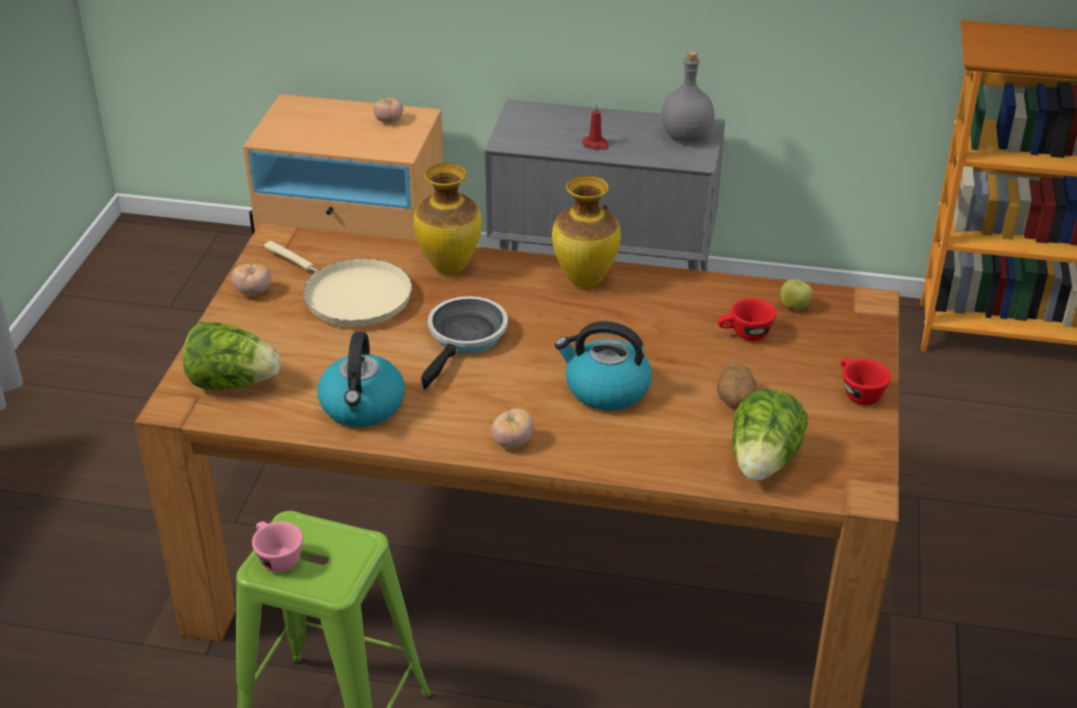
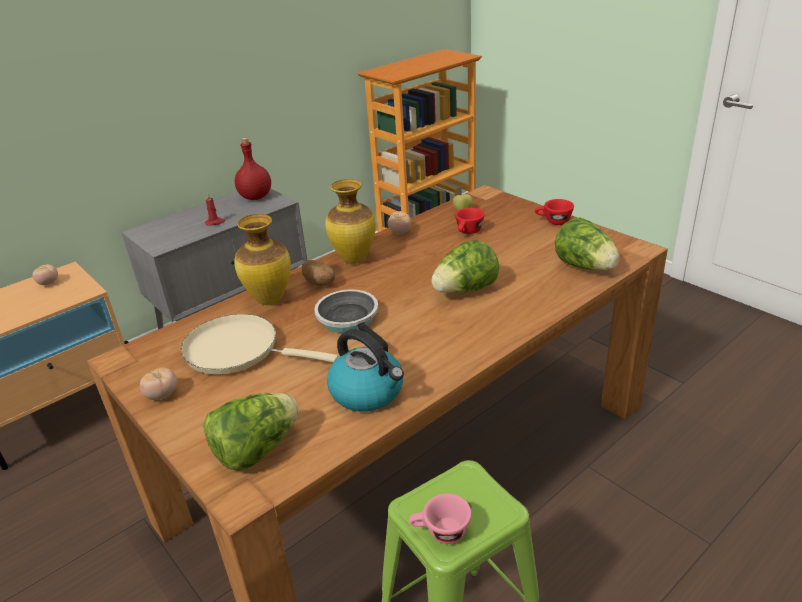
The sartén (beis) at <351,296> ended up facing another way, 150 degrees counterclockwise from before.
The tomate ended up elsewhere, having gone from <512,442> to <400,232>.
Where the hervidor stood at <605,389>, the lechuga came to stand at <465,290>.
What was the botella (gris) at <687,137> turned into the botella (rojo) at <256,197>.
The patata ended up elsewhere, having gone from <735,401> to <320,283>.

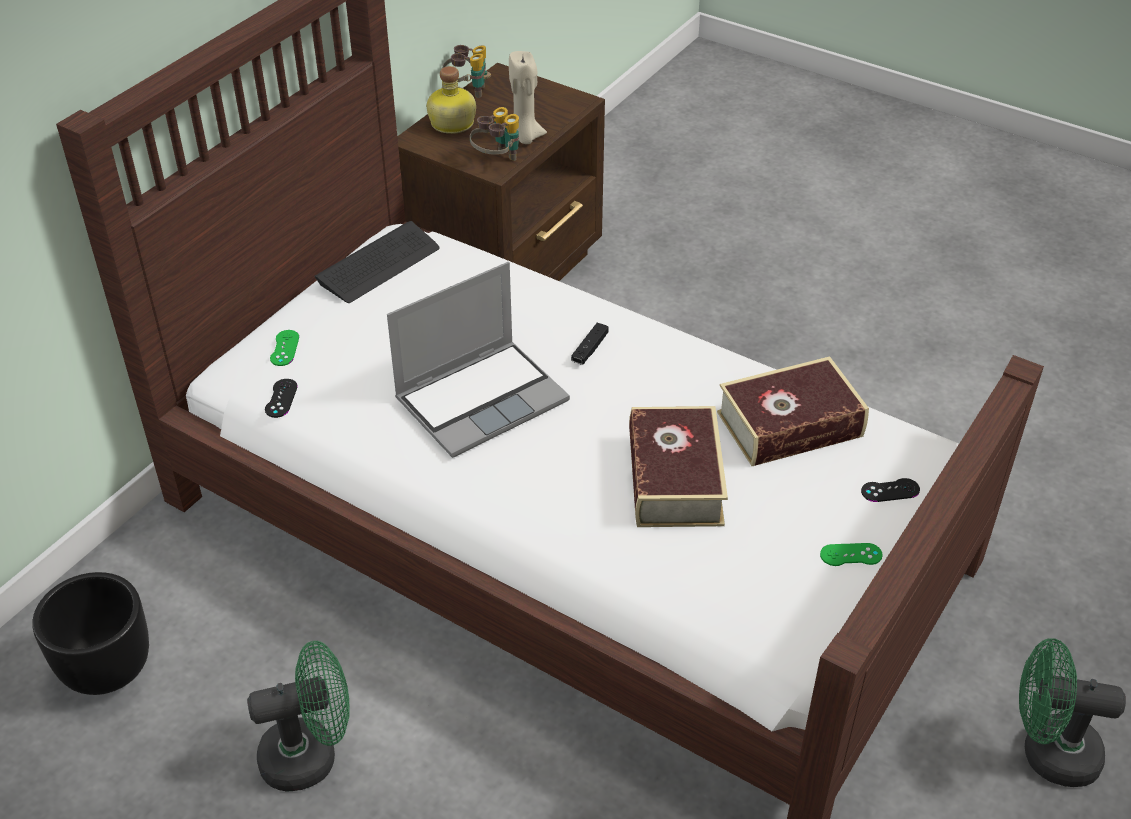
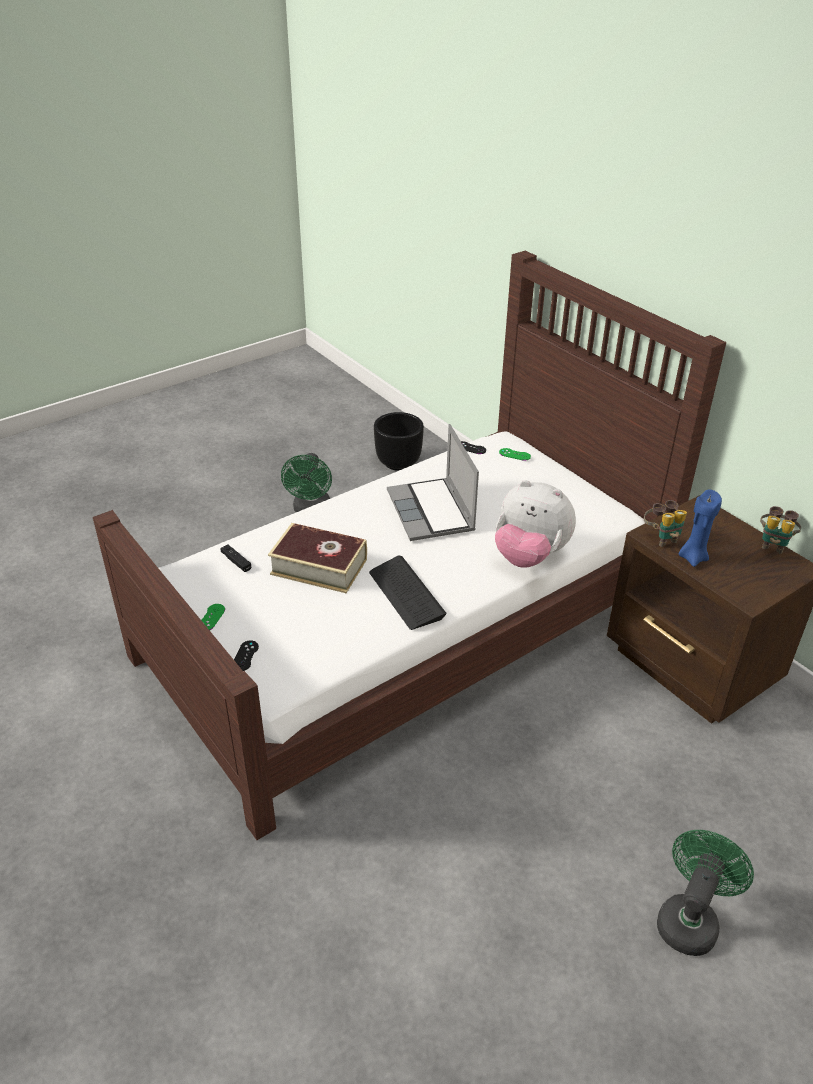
The teclado ended up elsewhere, having gone from <379,265> to <406,594>.
The second view lost the botella at <451,124>.
What was the vela (beis) at <524,137> turned into the vela (azul) at <693,557>.
The mando de consola (negro) ended up elsewhere, having gone from <590,349> to <236,562>.
The second view lost the libro at <789,425>.
The ventilador (verde) ended up elsewhere, having gone from <1047,753> to <690,919>.
The second view gained the peluche at <529,556>.

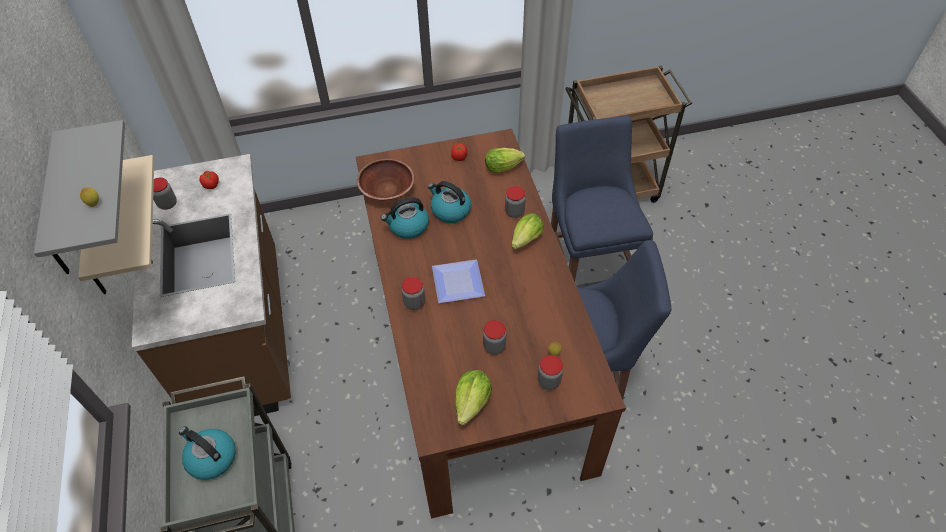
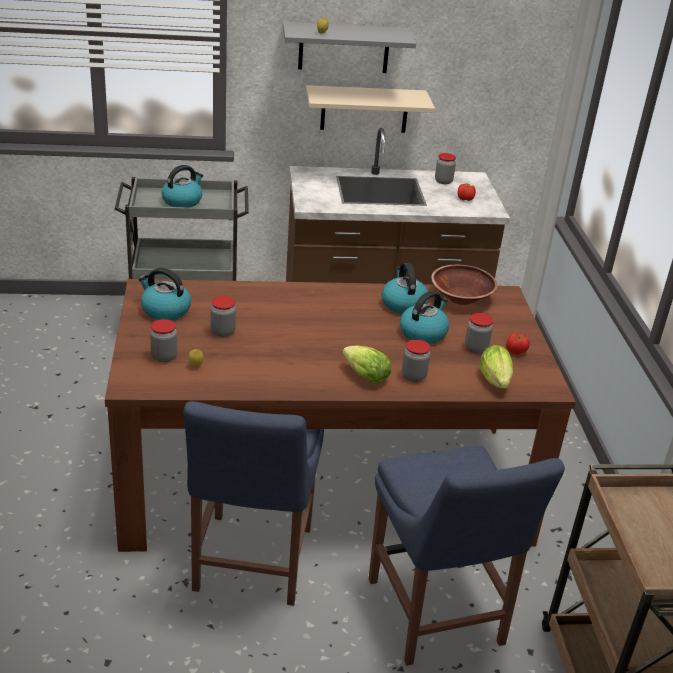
The tarro ended up elsewhere, having gone from <414,303> to <476,348>.
The second view lost the plato at <459,281>.
Where the lechuga stood at <472,403>, the hervidor came to stand at <165,310>.
The silla (azul) at <588,268> ended up facing another way, 75 degrees clockwise from before.

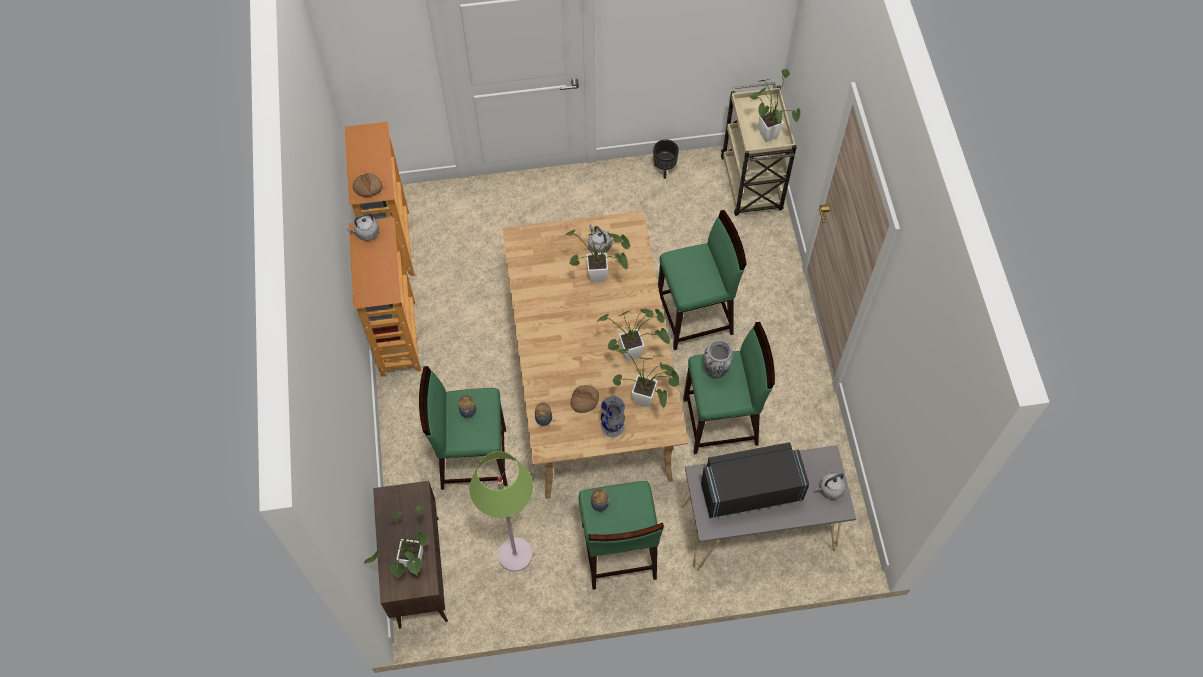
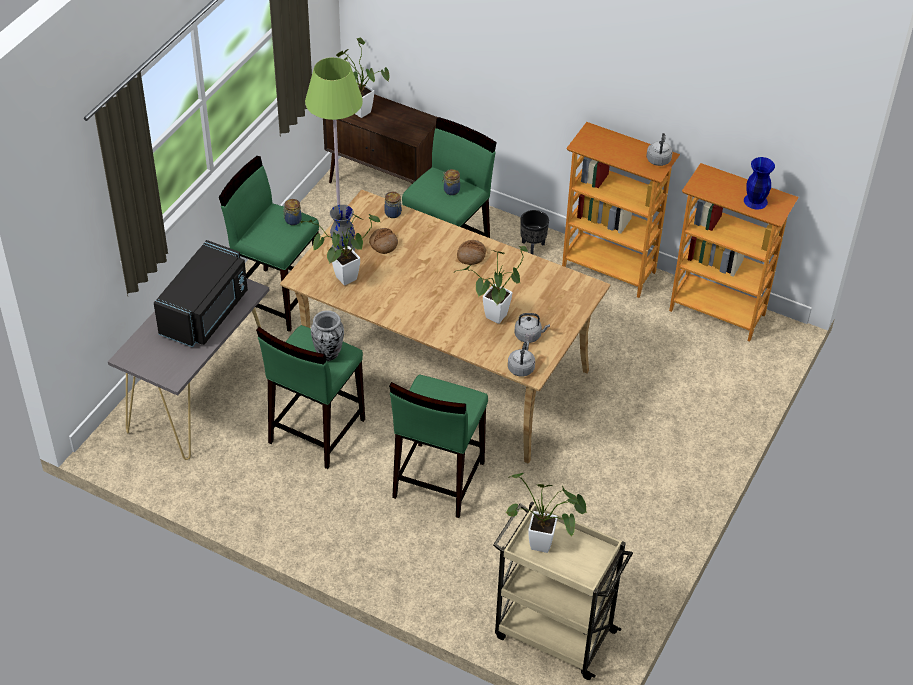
The pan ended up elsewhere, having gone from <368,188> to <471,255>.
The second view lost the planta en maceta at <635,352>.
The maceta (negro) ended up elsewhere, having gone from <665,169> to <532,247>.
The hervidor (gris) ended up elsewhere, having gone from <829,489> to <521,367>.
The second view gained the florero (azul) at <755,201>.

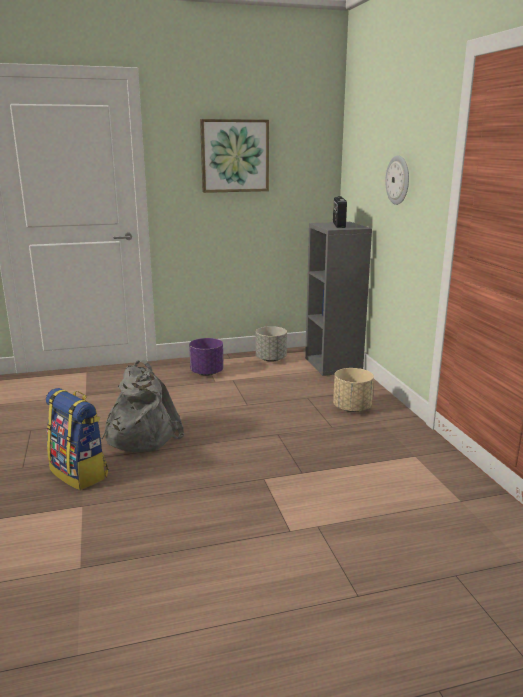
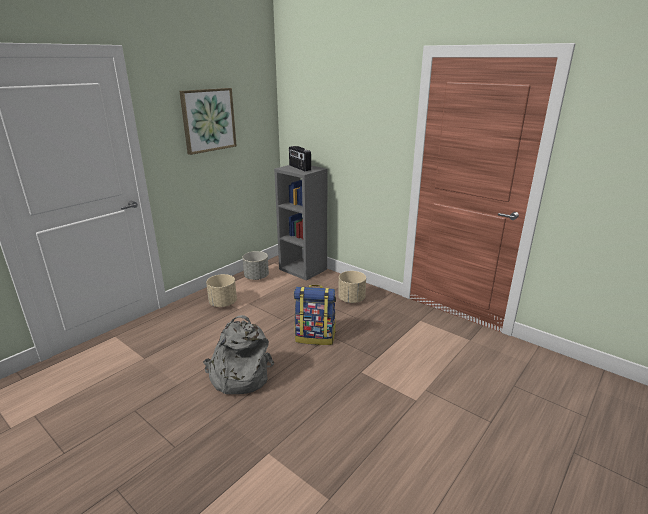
The mochila ended up elsewhere, having gone from <80,473> to <315,337>.
What was the maceta (morado) at <207,372> turned into the maceta (beis) at <223,303>.
The second view lost the reloj de pared at <398,180>.

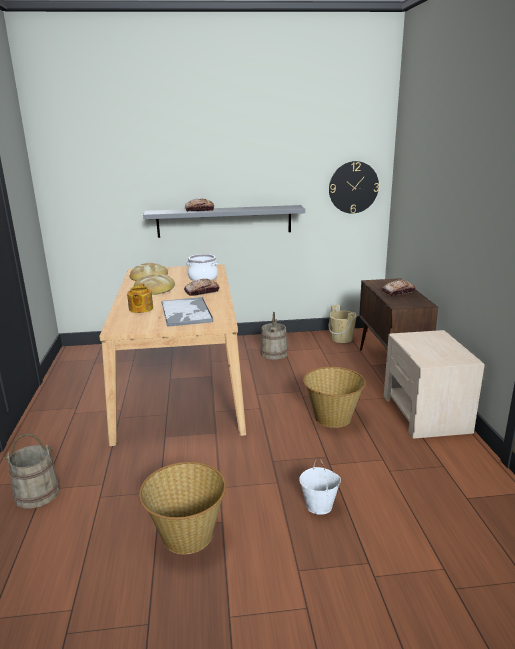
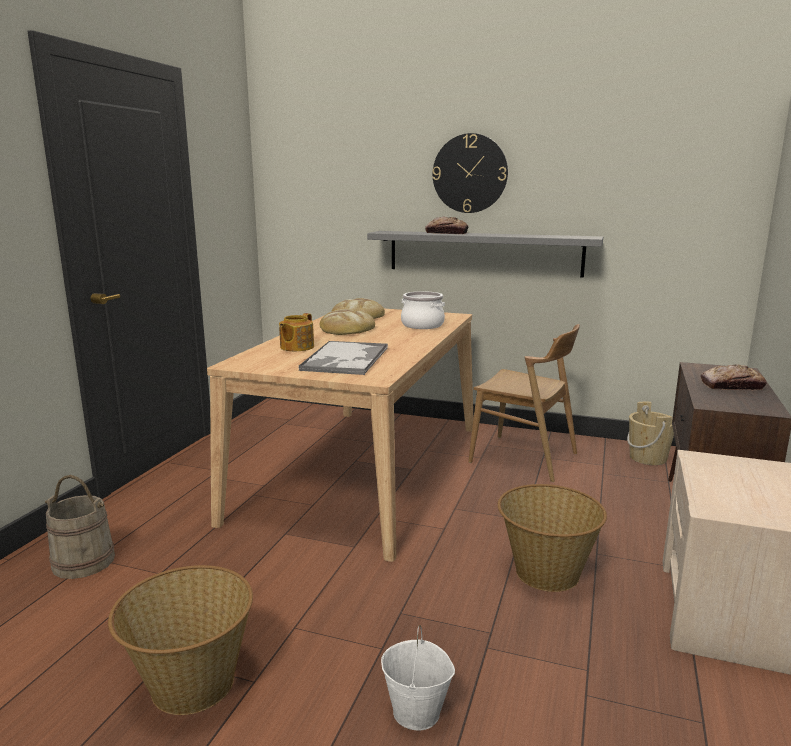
The second view lost the pan at <202,292>.
Where the cubo (beis) stood at <274,353>, the silla (marrón) came to stand at <524,458>.
The reloj de pared ended up elsewhere, having gone from <353,187> to <470,173>.

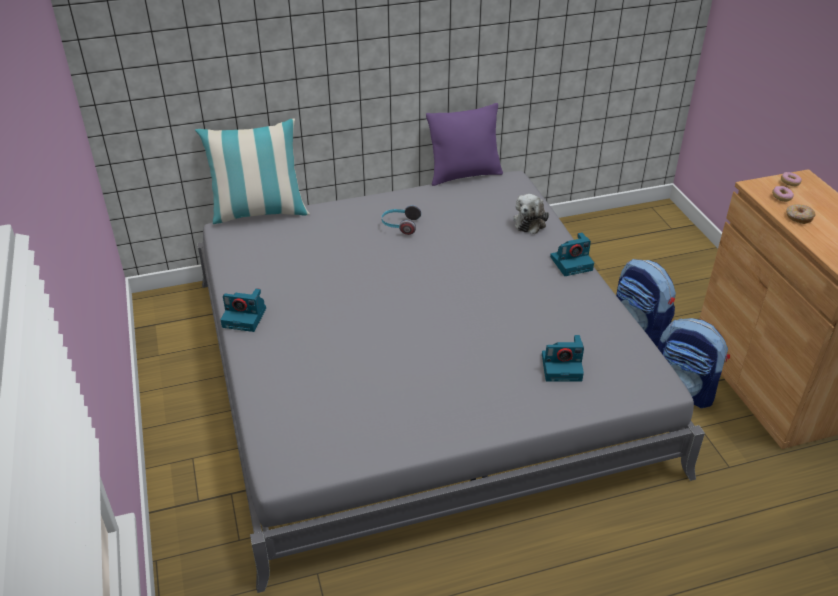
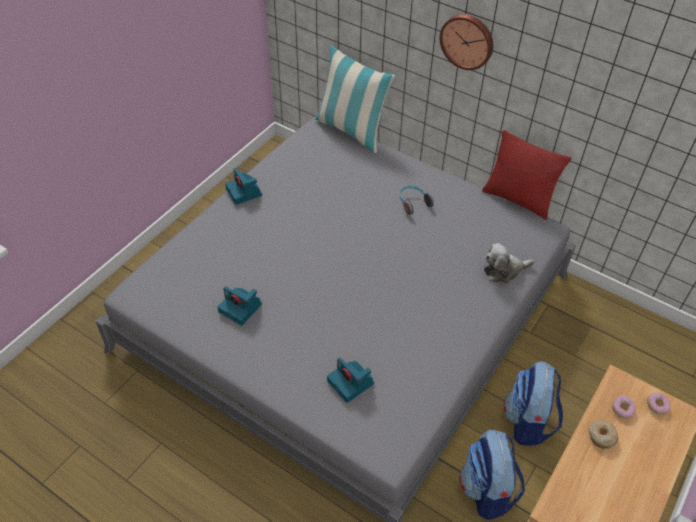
What was the cojín (morado) at <464,175> turned into the cojín (rojo) at <518,199>.
The cámara ended up elsewhere, having gone from <572,263> to <241,308>.
The second view gained the reloj de pared at <467,41>.

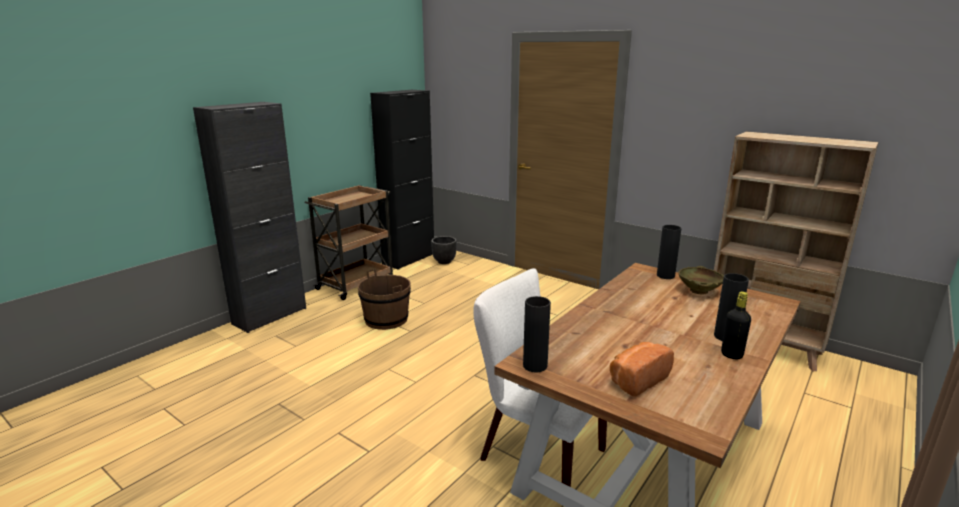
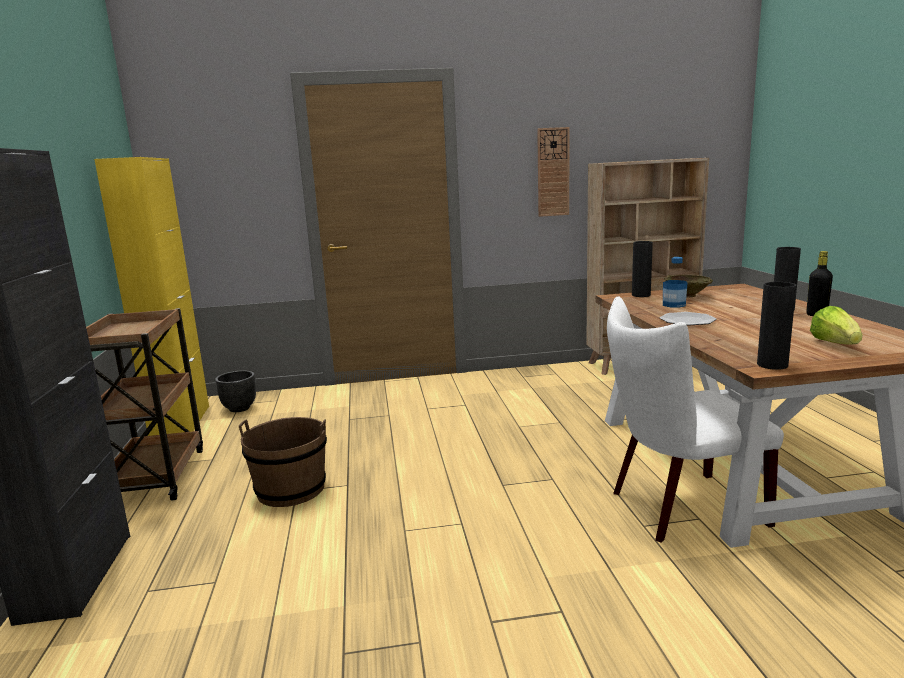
What was the armario (negro) at <408,259> turned into the armario (amarillo) at <181,423>.
Where the pan stood at <636,380>, the lechuga came to stand at <835,344>.
The second view gained the reloj de pared at <553,172>.
The second view gained the plato at <687,320>.
The second view gained the botella at <674,305>.

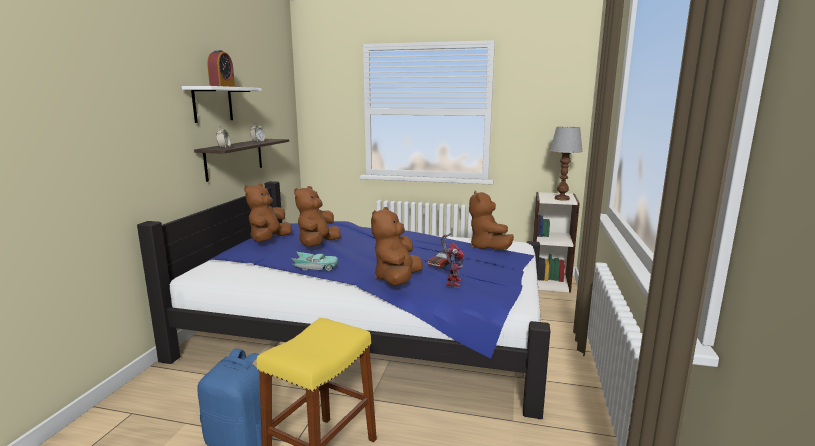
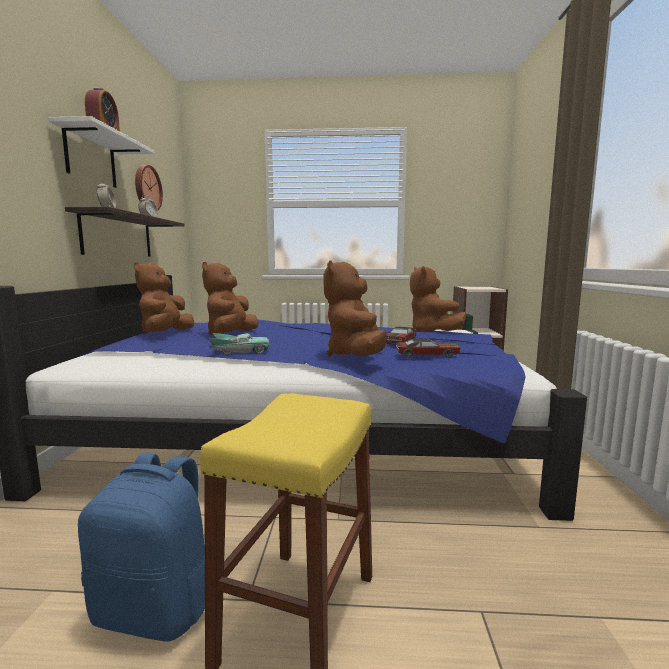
Where the robot de juguete stood at <452,282>, the coche de juguete came to stand at <427,355>.
The second view lost the lámpara de mesa at <561,199>.
The second view gained the reloj de pared at <146,188>.

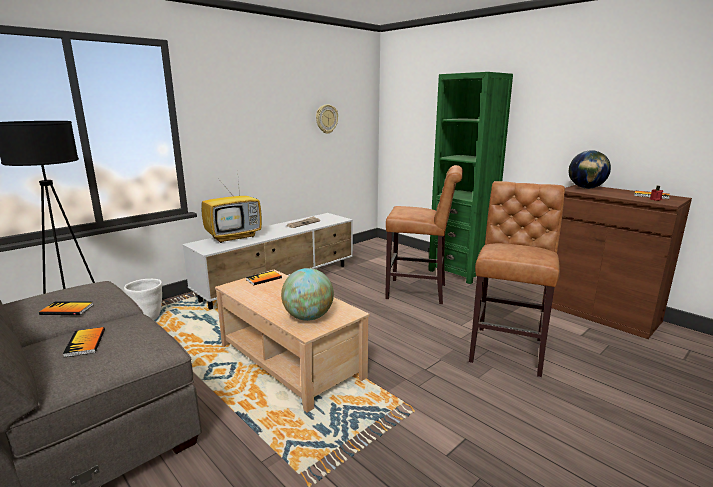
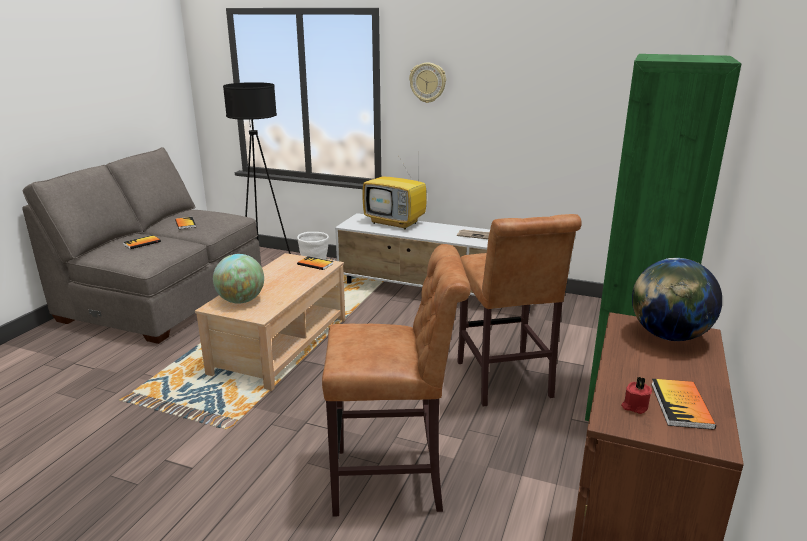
The reloj de pared ended up elsewhere, having gone from <326,119> to <428,82>.

